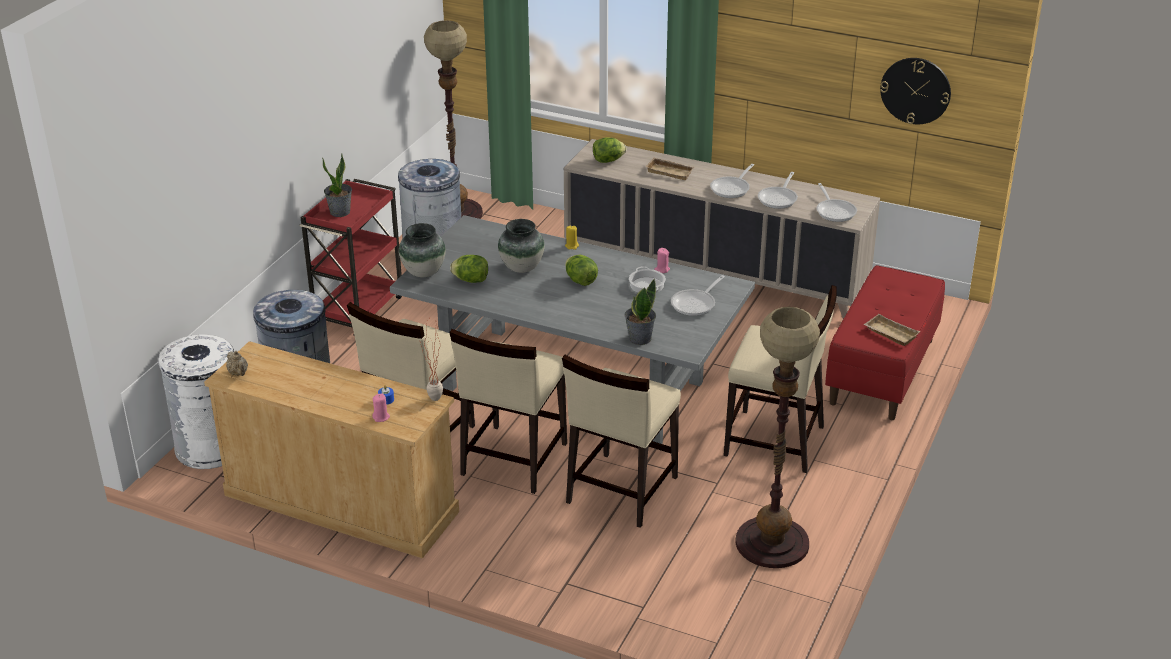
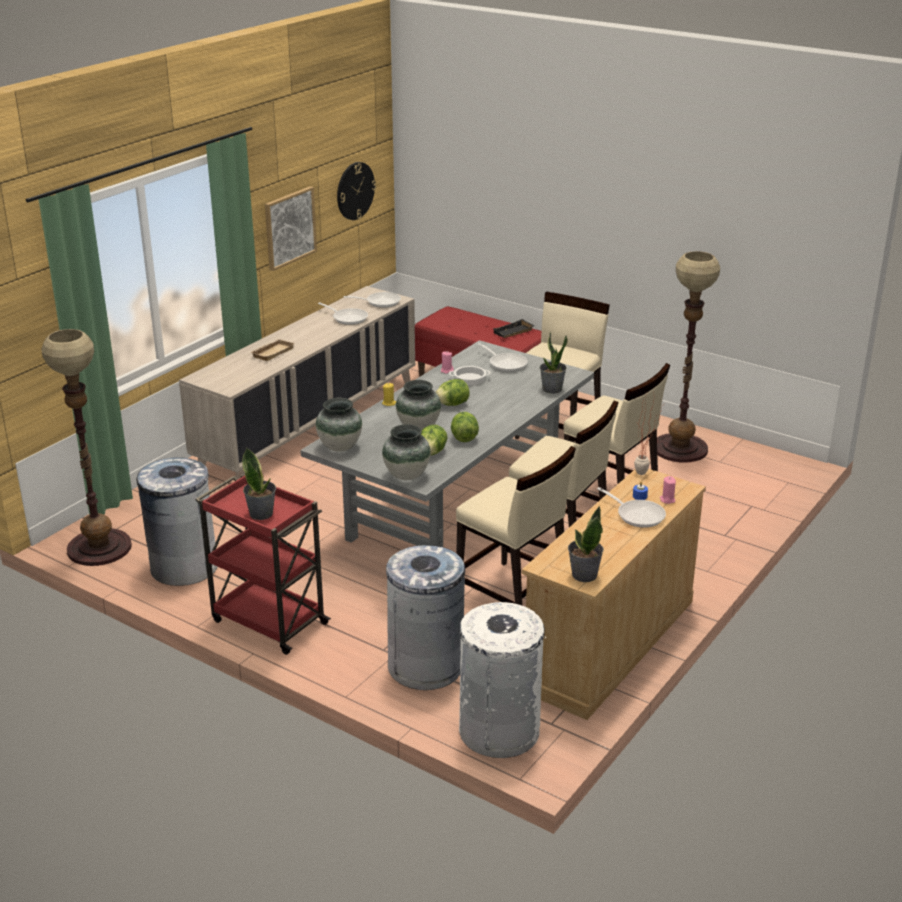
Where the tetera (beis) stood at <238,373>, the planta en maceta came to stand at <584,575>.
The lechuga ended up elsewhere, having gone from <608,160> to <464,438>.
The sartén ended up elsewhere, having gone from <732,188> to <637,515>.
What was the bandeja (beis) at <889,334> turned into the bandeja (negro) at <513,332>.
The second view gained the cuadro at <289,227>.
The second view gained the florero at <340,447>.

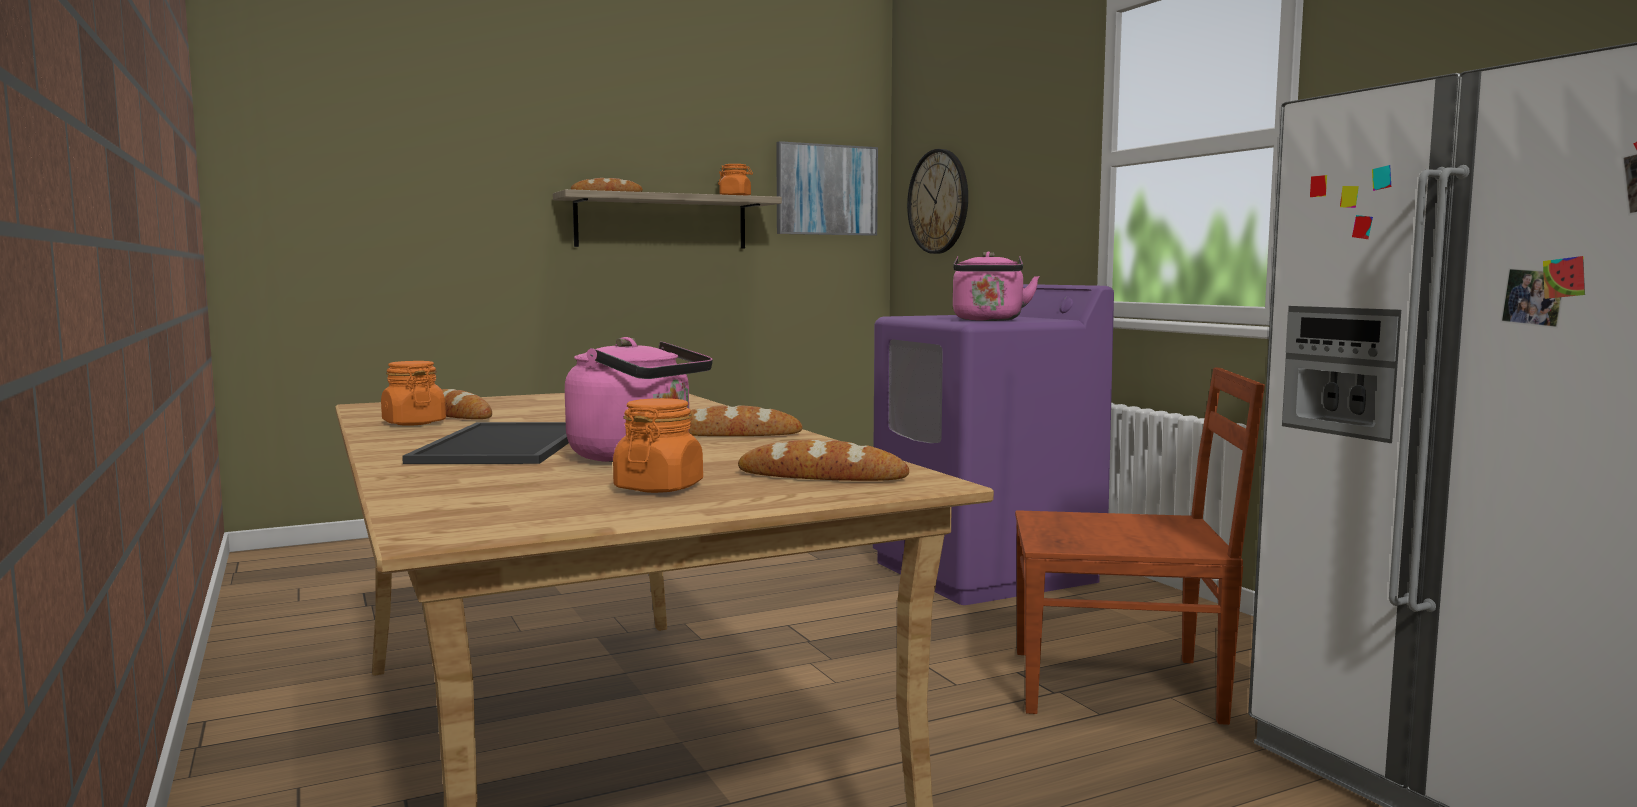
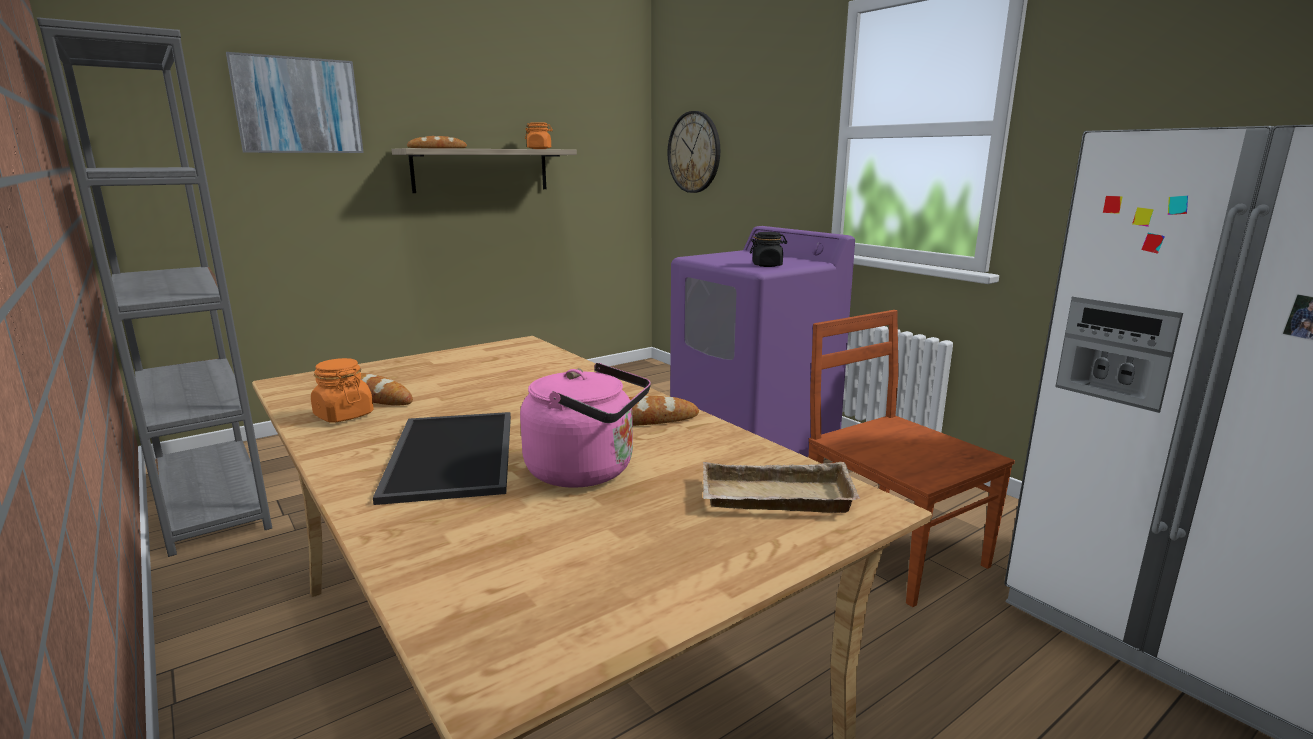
The second view lost the tarro (naranja) at <659,487>.
Where the pan stood at <822,476>, the bandeja (beis) came to stand at <774,499>.
The cuadro ended up elsewhere, having gone from <826,190> to <298,106>.
Where the hervidor (rosa) stood at <988,320>, the tarro (negro) came to stand at <767,265>.
The silla (marrón) at <1121,686> ended up facing another way, 120 degrees counterclockwise from before.
The second view gained the estantería (gris) at <211,499>.

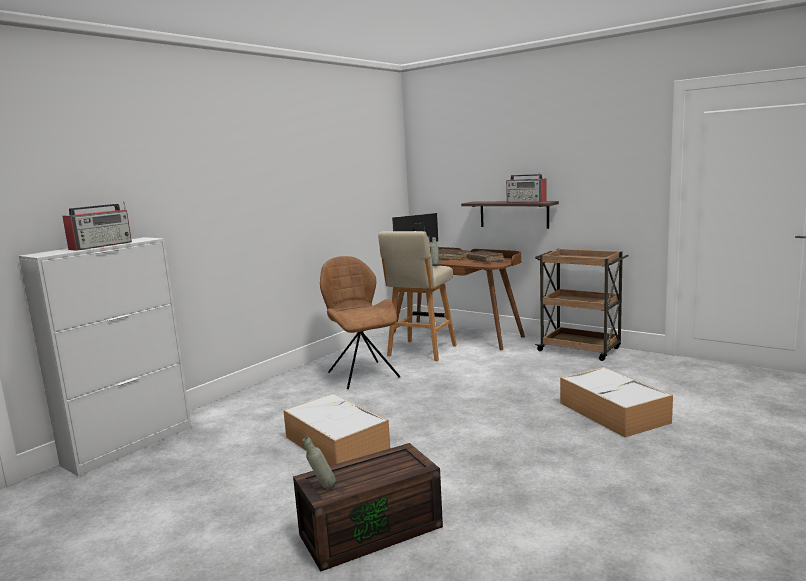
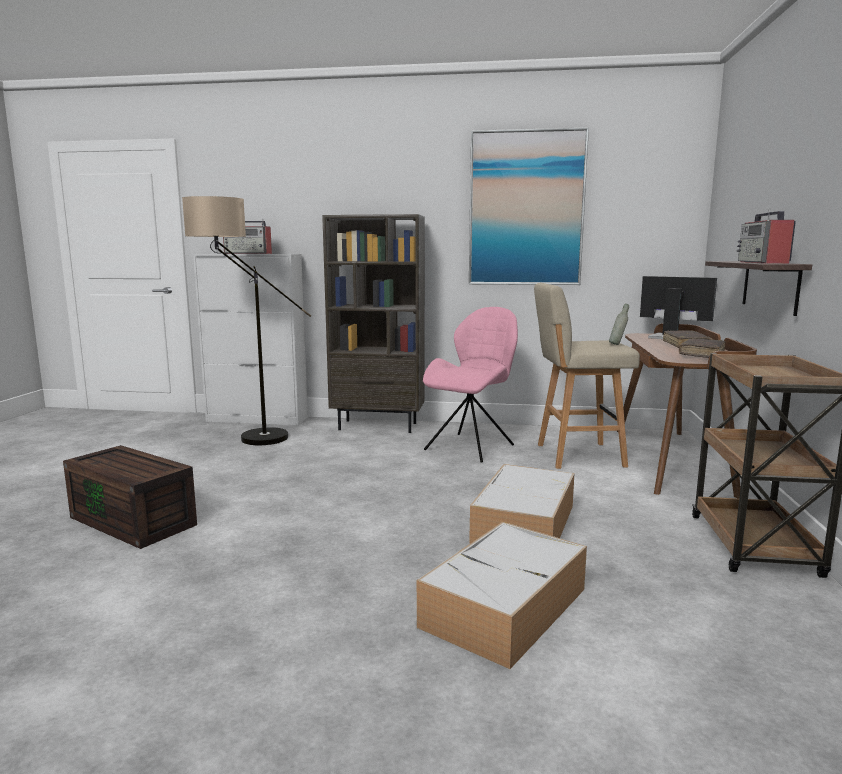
The caja de almacenaje ended up elsewhere, having gone from <335,442> to <524,522>.
The second view lost the botella (gris) at <321,487>.
What was the silla (marrón) at <362,374> turned into the silla (rosa) at <471,447>.
The second view gained the lámpara de pie at <245,441>.
The second view gained the estantería (marrón) at <378,426>.
The second view gained the cuadro at <526,209>.

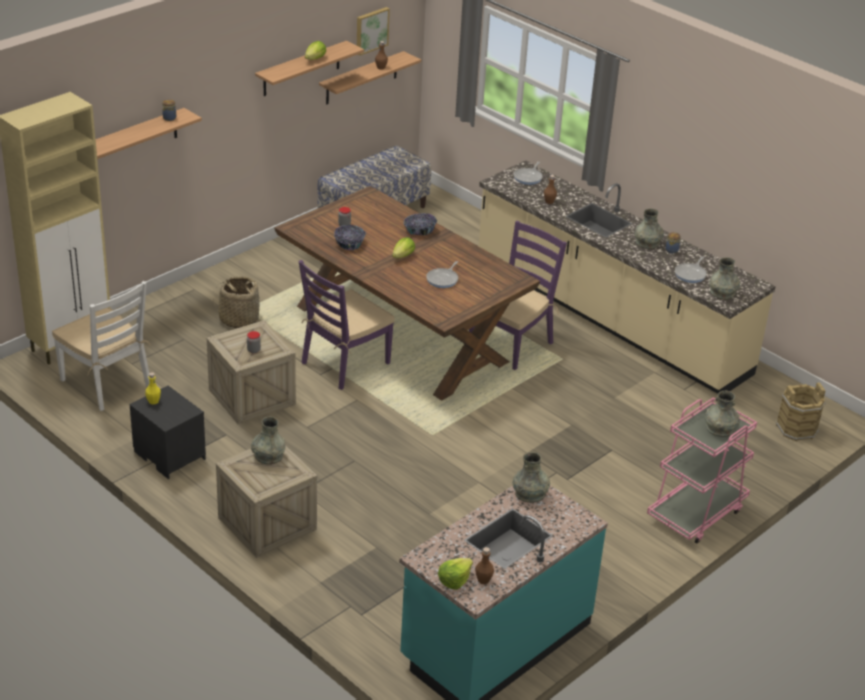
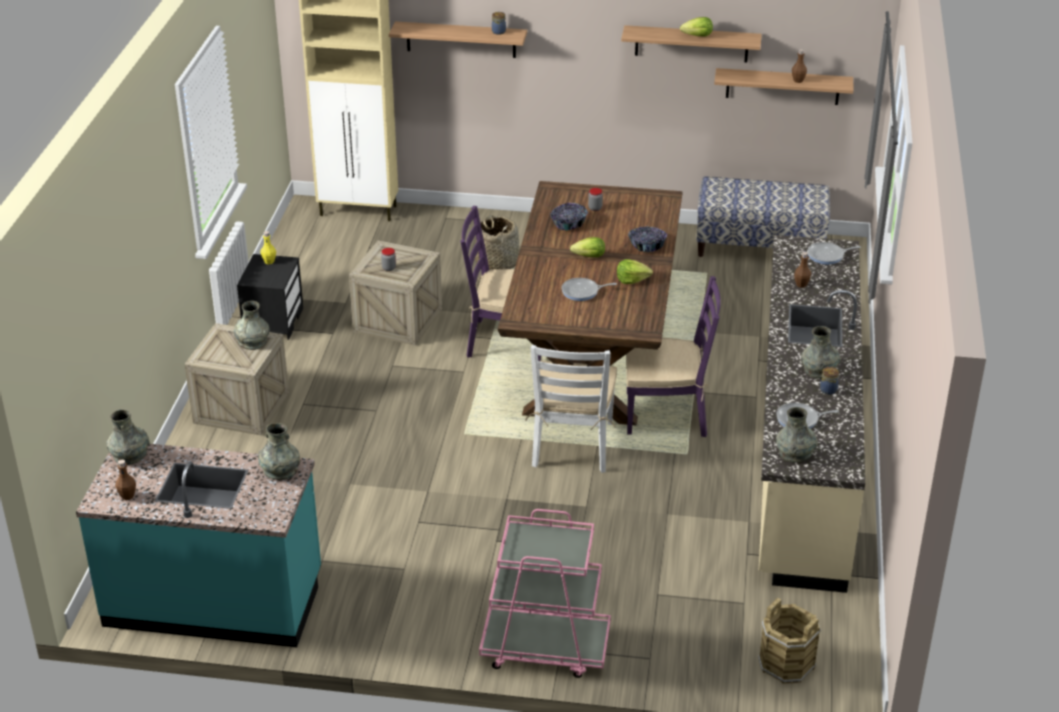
The silla (blanco) ended up elsewhere, having gone from <106,383> to <572,445>.
The second view lost the cuadro at <371,30>.
The lechuga ended up elsewhere, having gone from <454,580> to <632,279>.
The florero (gris) ended up elsewhere, having gone from <720,428> to <130,455>.

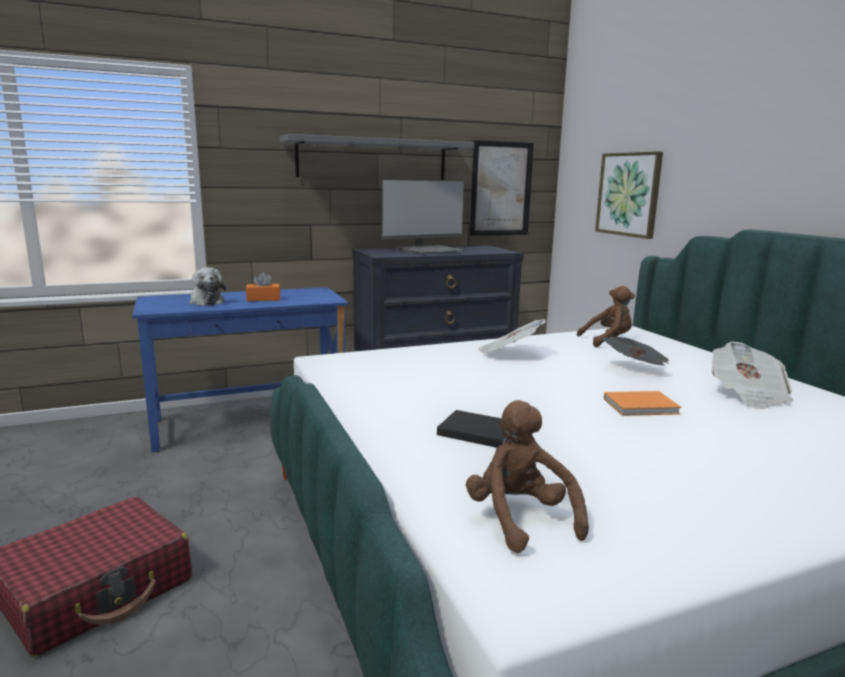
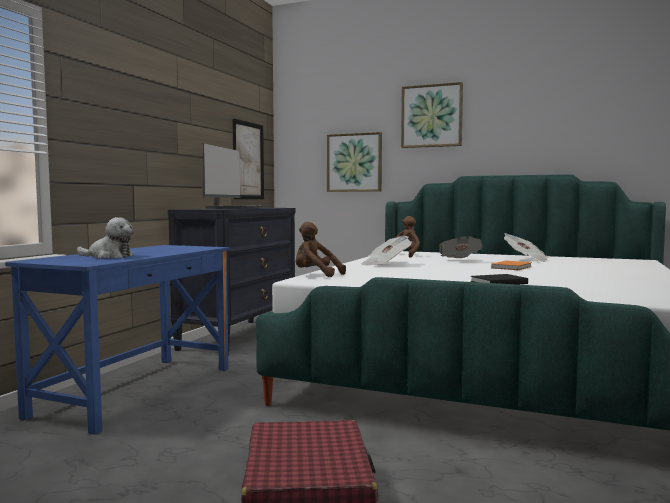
The second view lost the caja de pañuelos (naranja) at <263,299>.
The second view lost the estante (gris) at <373,159>.
The peluche (marrón) ended up elsewhere, having gone from <520,519> to <315,275>.
The second view gained the cuadro at <431,116>.

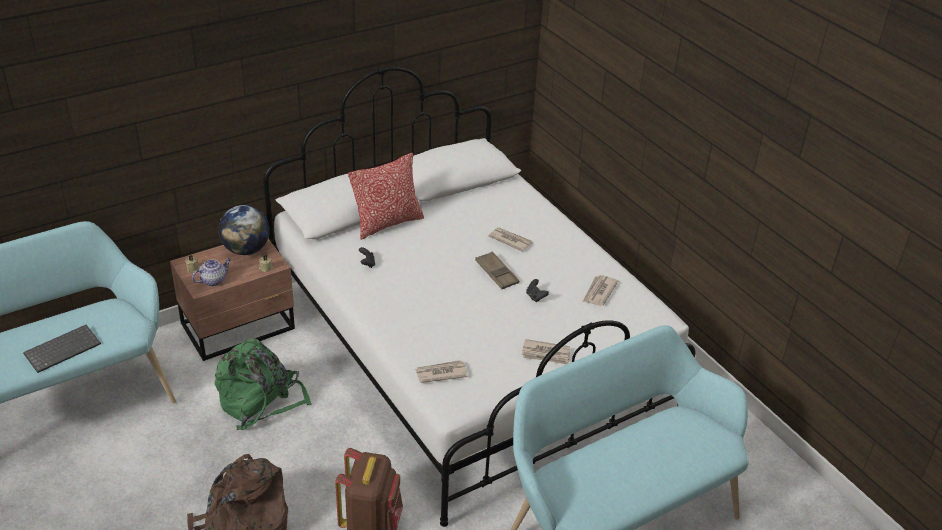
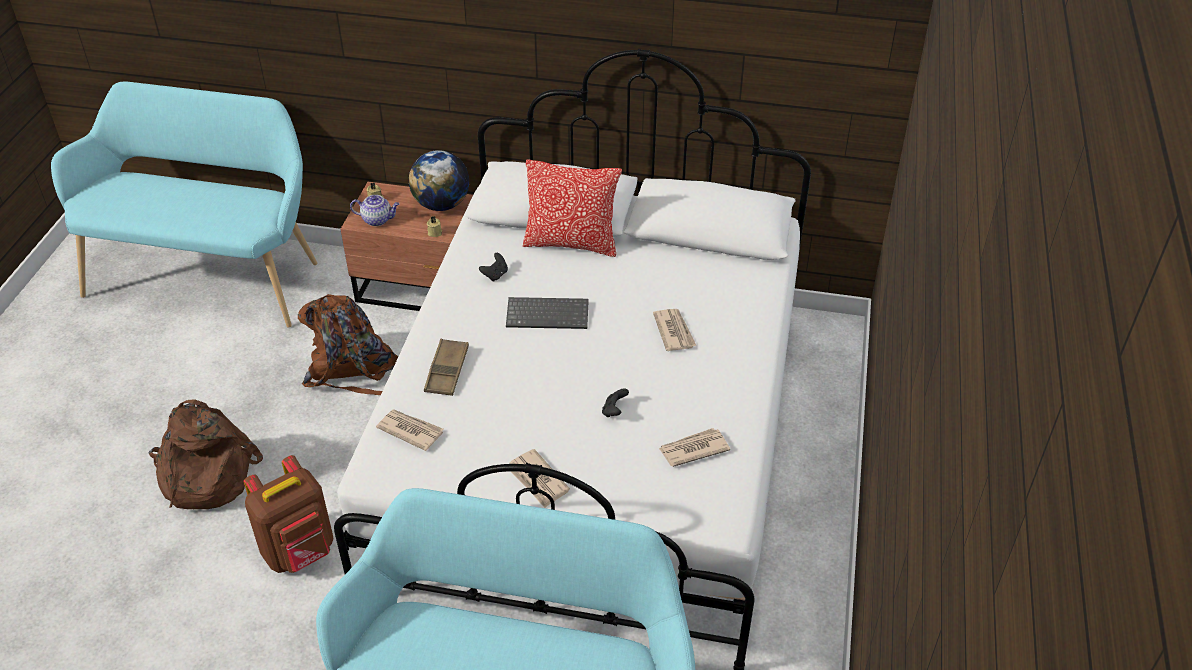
The teclado ended up elsewhere, having gone from <63,349> to <548,314>.
What was the mochila (verde) at <260,401> turned into the mochila (marrón) at <354,370>.
The bandeja (marrón) ended up elsewhere, having gone from <496,273> to <447,371>.

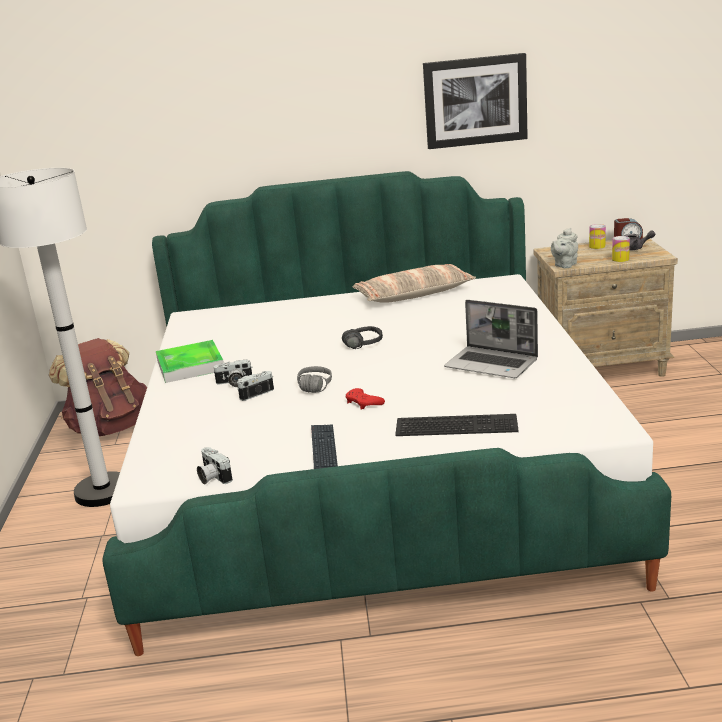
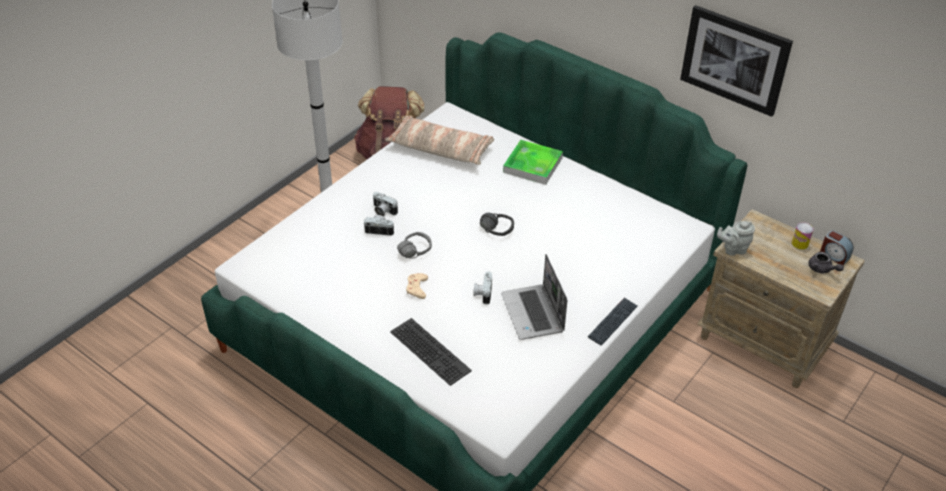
The bandeja ended up elsewhere, having gone from <190,366> to <532,165>.
The cámara ended up elsewhere, having gone from <212,477> to <483,293>.
The teclado ended up elsewhere, having gone from <324,448> to <613,322>.
What was the mando de consola (rojo) at <363,402> turned into the mando de consola (beis) at <417,288>.
The cojín ended up elsewhere, having gone from <413,294> to <440,148>.
The second view lost the lata at <620,259>.

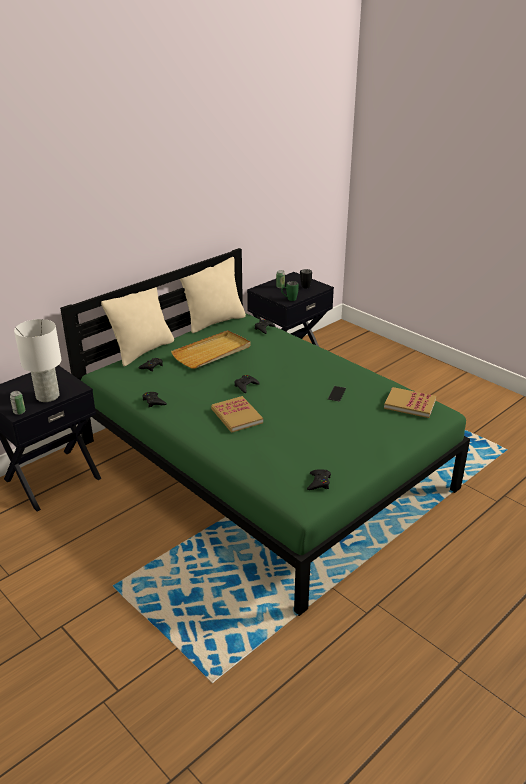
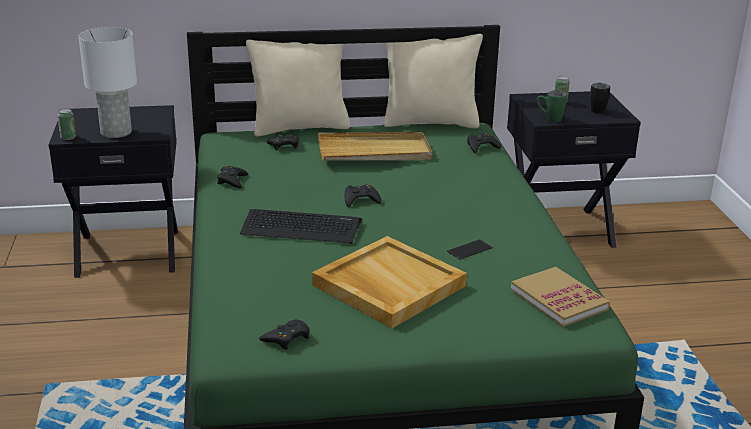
Where the libro stood at <236,416>, the teclado came to stand at <300,228>.
The second view gained the bandeja (beis) at <387,285>.

